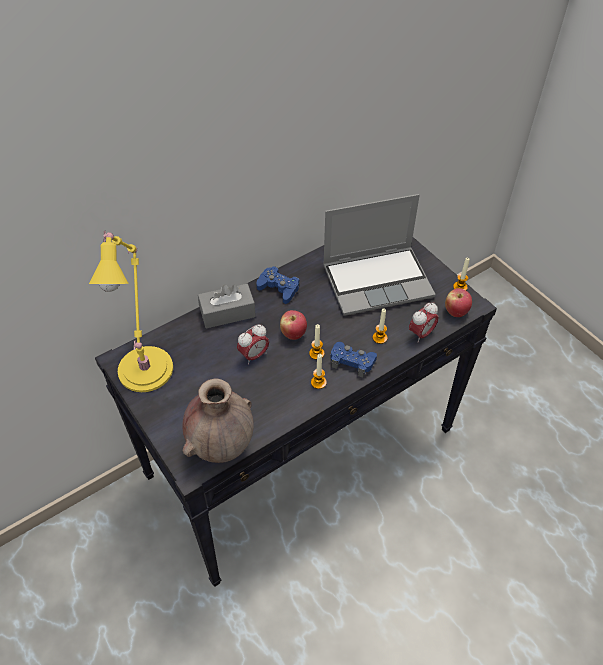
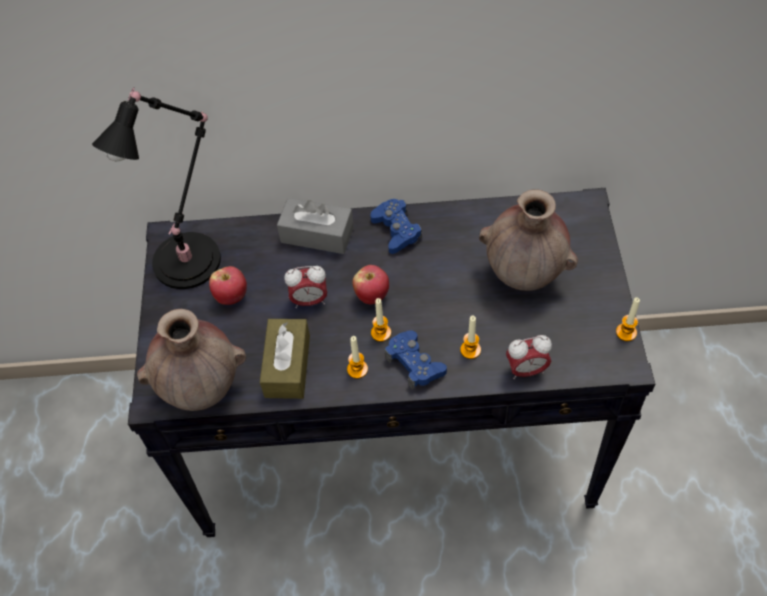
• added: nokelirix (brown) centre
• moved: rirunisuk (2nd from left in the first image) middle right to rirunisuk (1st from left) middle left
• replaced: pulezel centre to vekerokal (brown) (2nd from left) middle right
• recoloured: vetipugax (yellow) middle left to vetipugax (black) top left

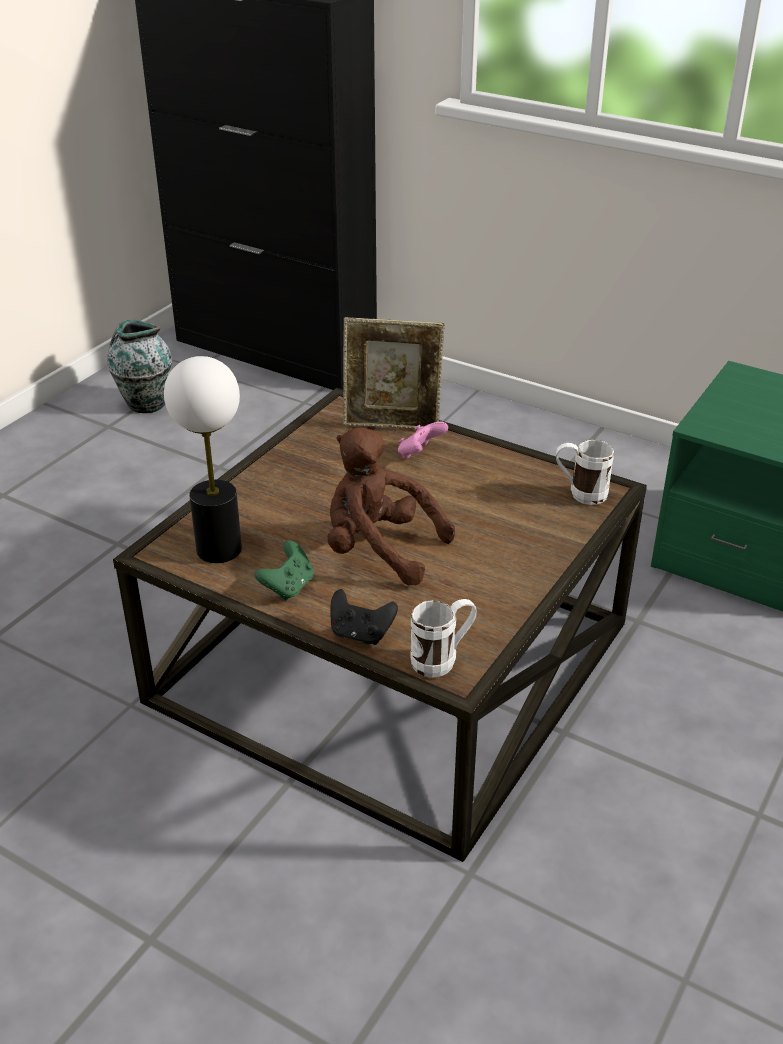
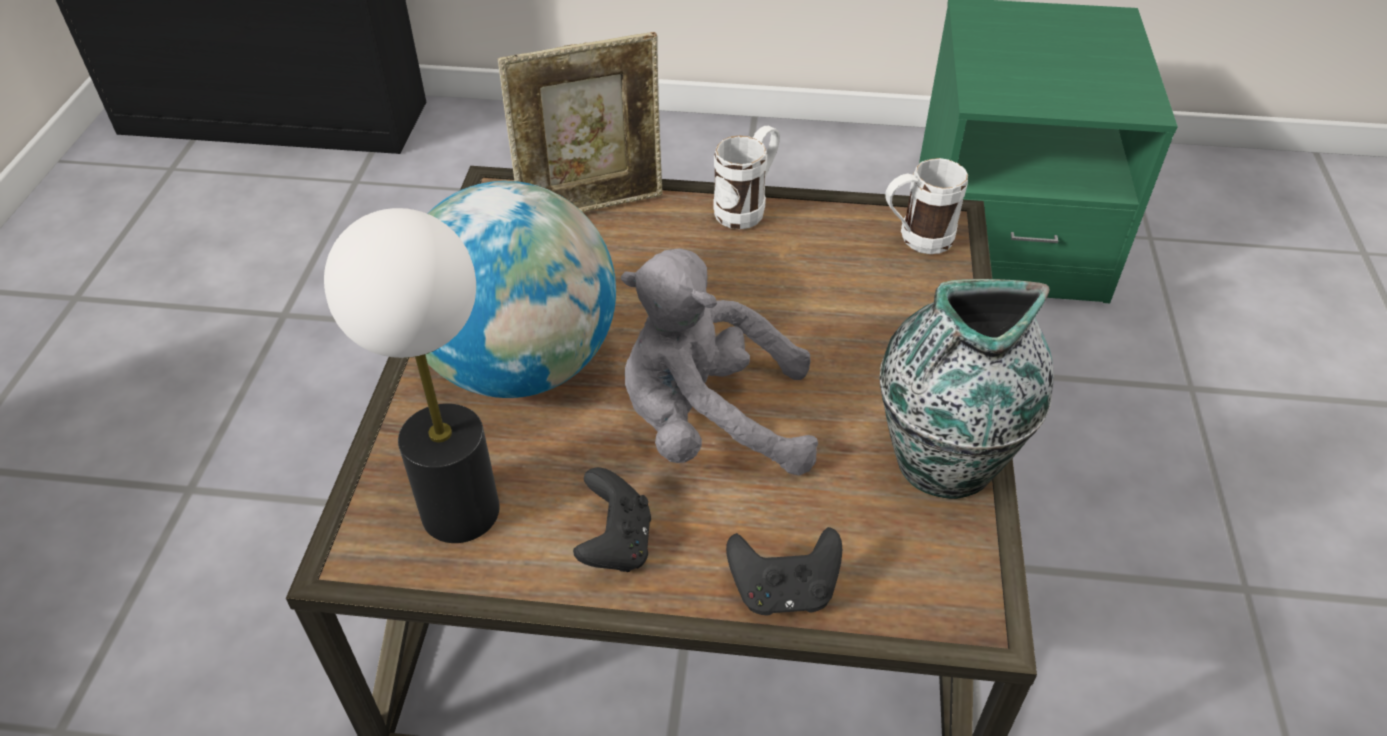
• removed: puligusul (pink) centre
• added: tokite centre
• moved: vekerokal middle left to middle right
• moved: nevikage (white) (1st from left) centre to top centre
• recoloured: puligusul (green) centre to puligusul (black) (1st from left) bottom centre
• recoloured: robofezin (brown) centre to robofezin (grey) centre

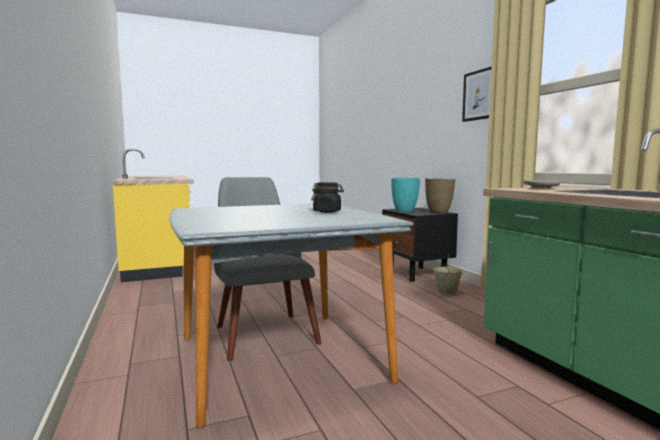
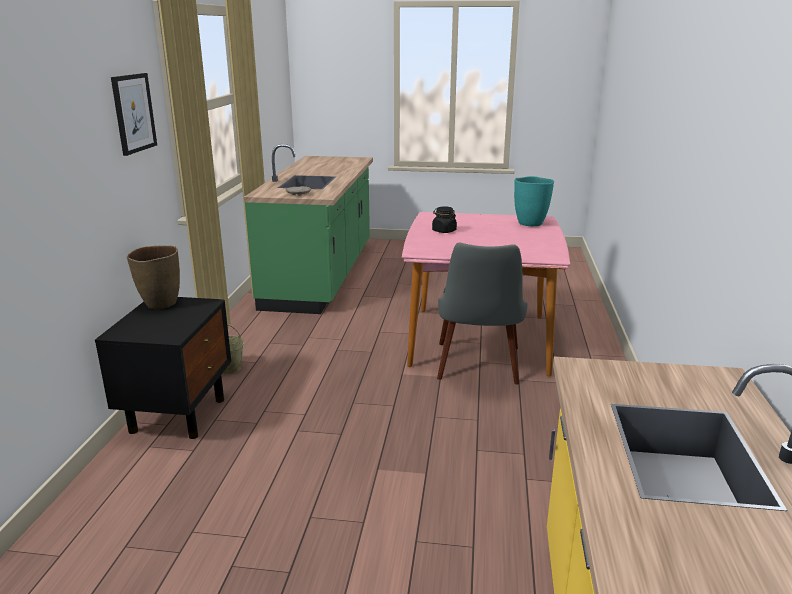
• moved: vekerokal (turquoise) centre to middle right
• recoloured: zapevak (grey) bottom centre to zapevak (pink) centre

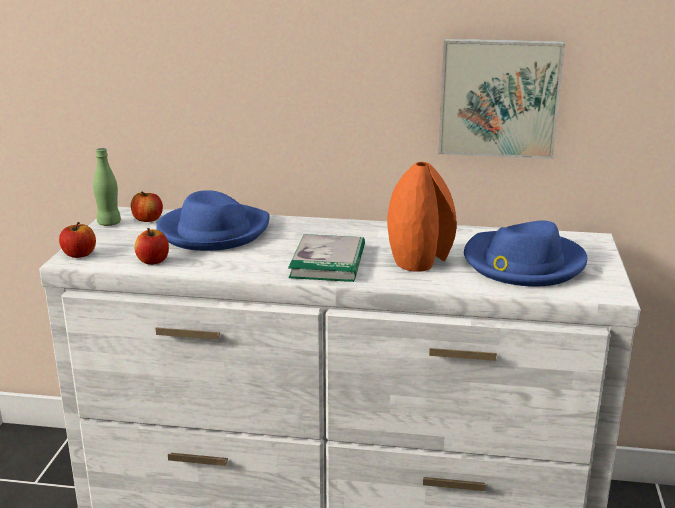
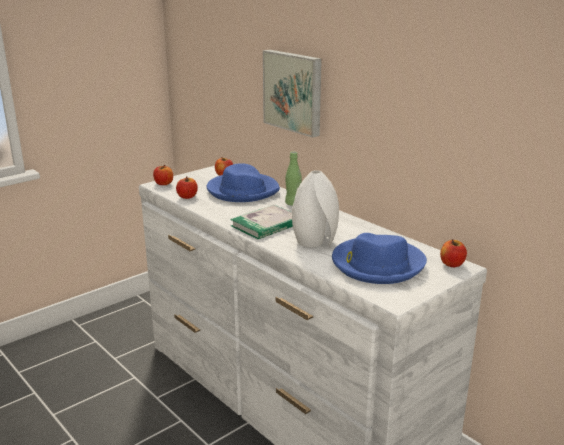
• added: rirunisuk (4th from left) middle right
• moved: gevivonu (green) middle left to centre
• moved: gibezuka top right to top centre
• recoloured: vekerokal (orange) centre to vekerokal (white) centre

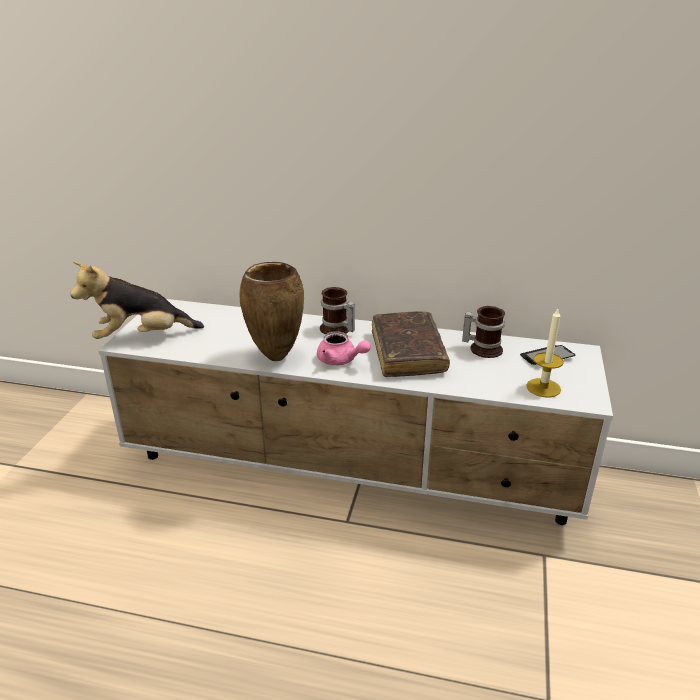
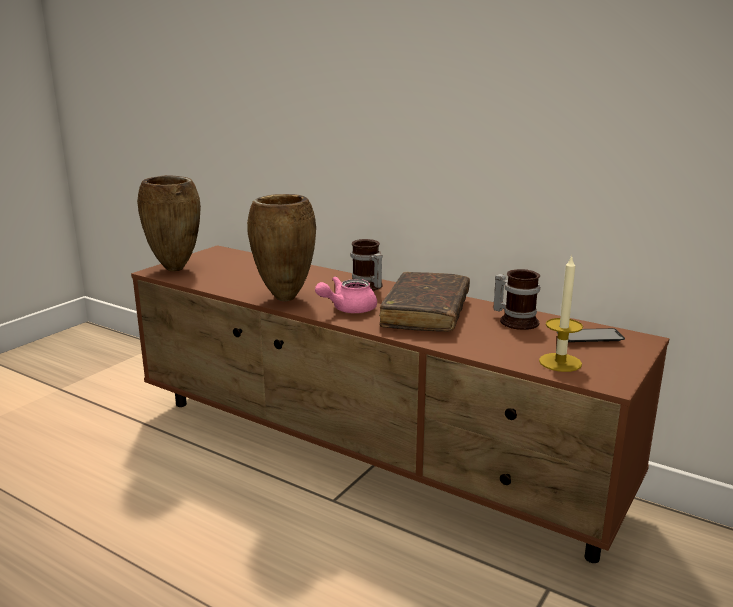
• replaced: robofezin middle left to vekerokal (brown) (1st from left) middle left
• recoloured: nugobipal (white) centre to nugobipal (brown) centre
• turned: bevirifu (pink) centre = centre 90 degrees clockwise

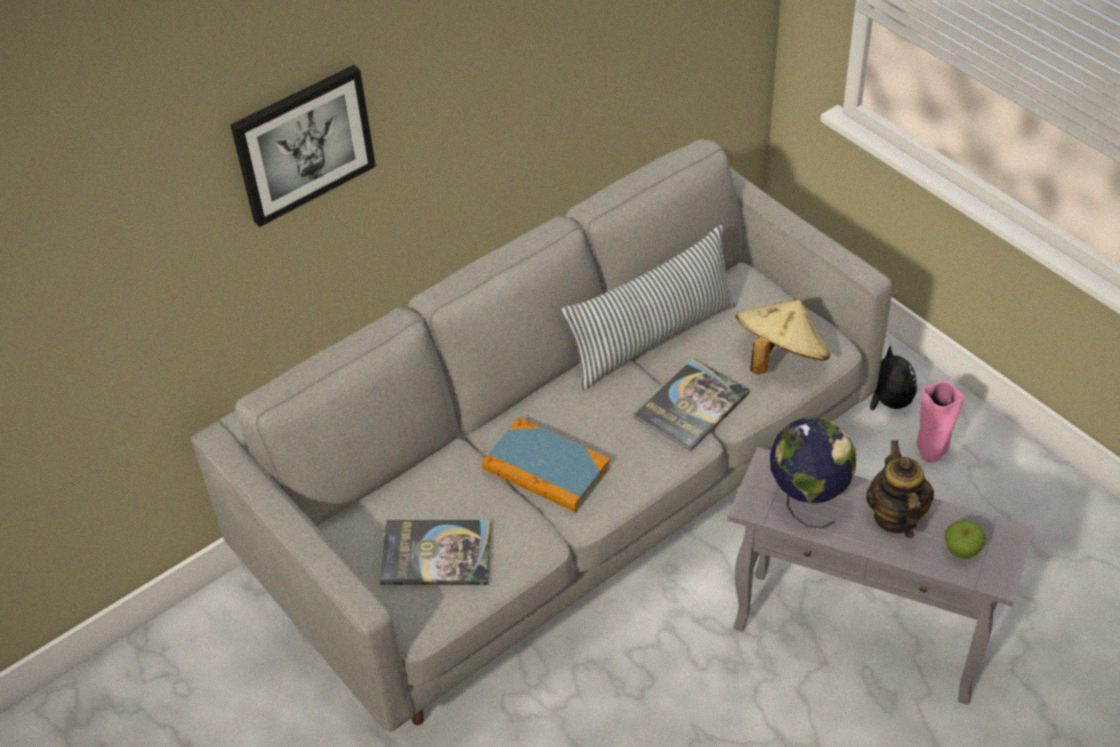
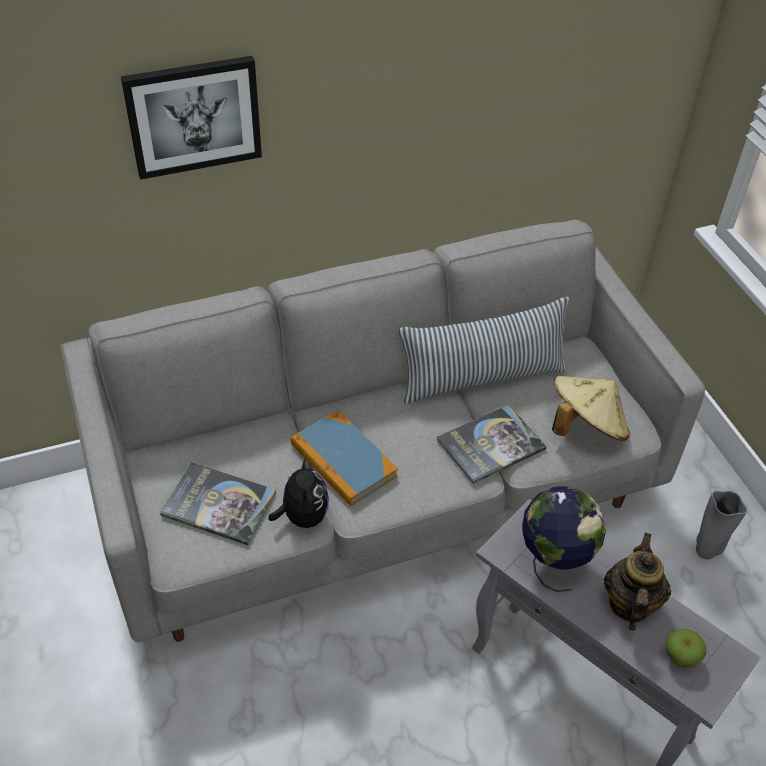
• moved: robofezin middle right to centre
• recoloured: vekerokal (pink) middle right to vekerokal (grey) bottom right

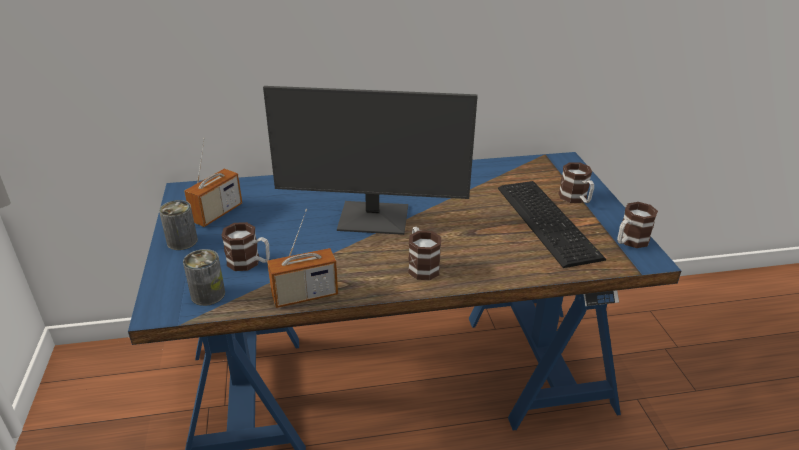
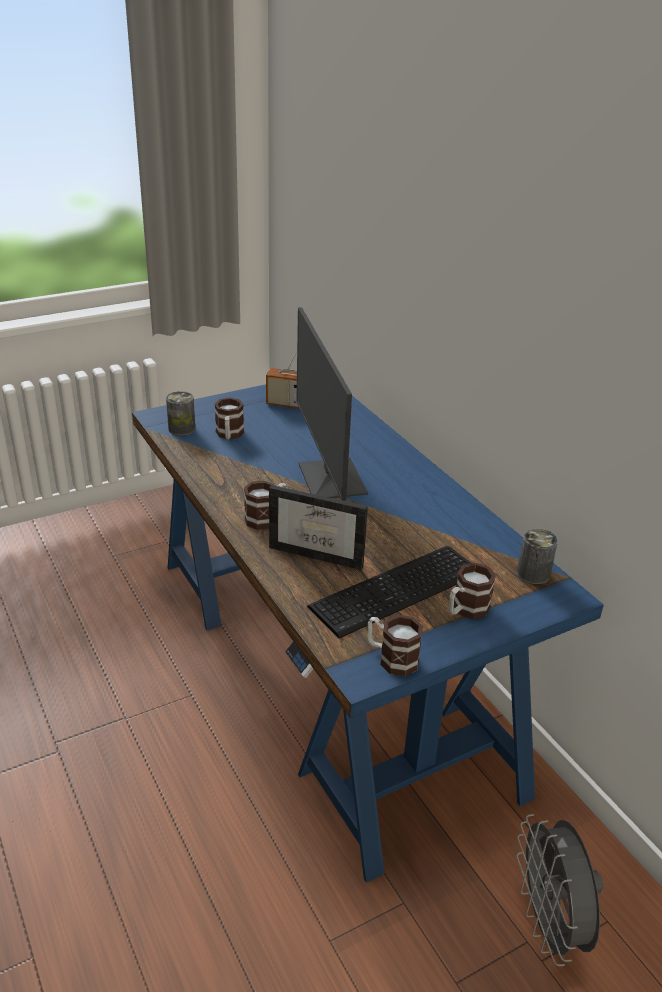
• removed: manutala (2nd from left) centre
• added: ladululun centre
• added: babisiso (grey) bottom right
• moved: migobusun (1st from left in the first image) middle left to migobusun (2nd from left) middle right

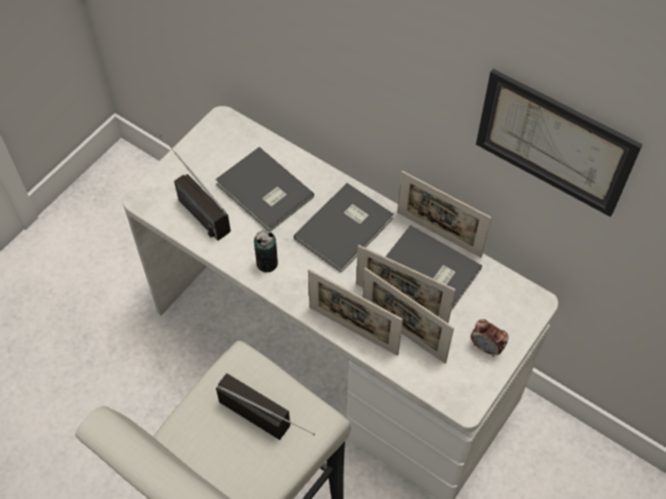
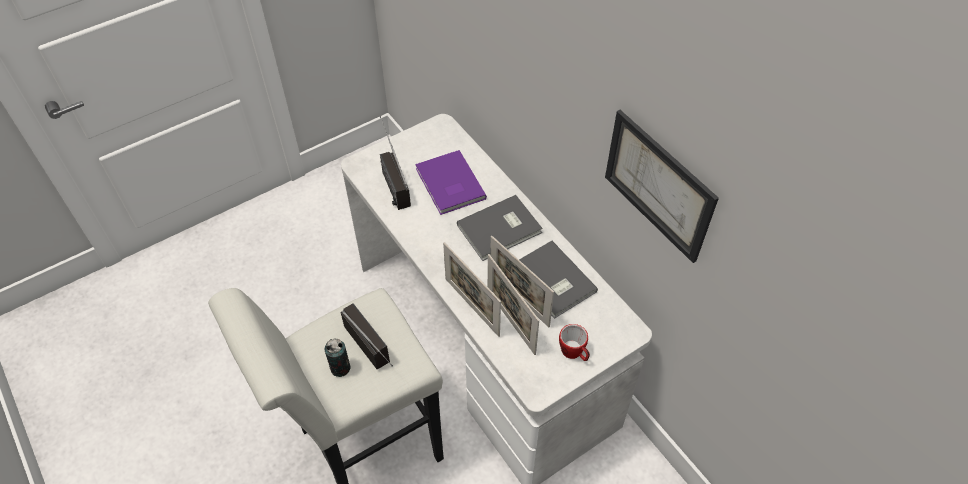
• removed: ladululun (4th from left) middle right
• moved: migobusun centre to bottom centre
• replaced: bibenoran bottom right to nevikage bottom centre
• recoloured: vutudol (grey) (1st from left) centre to vutudol (purple) centre

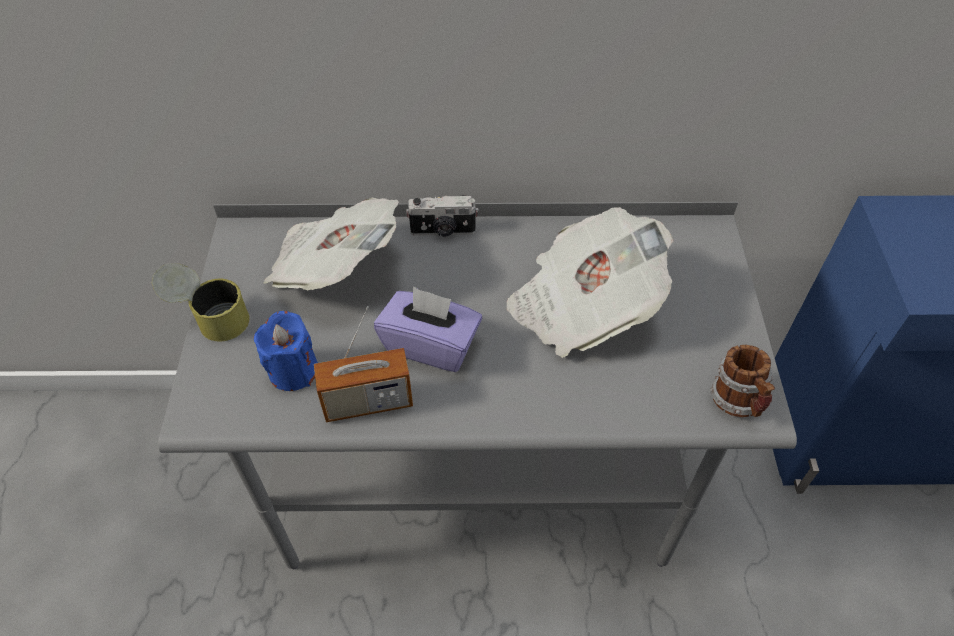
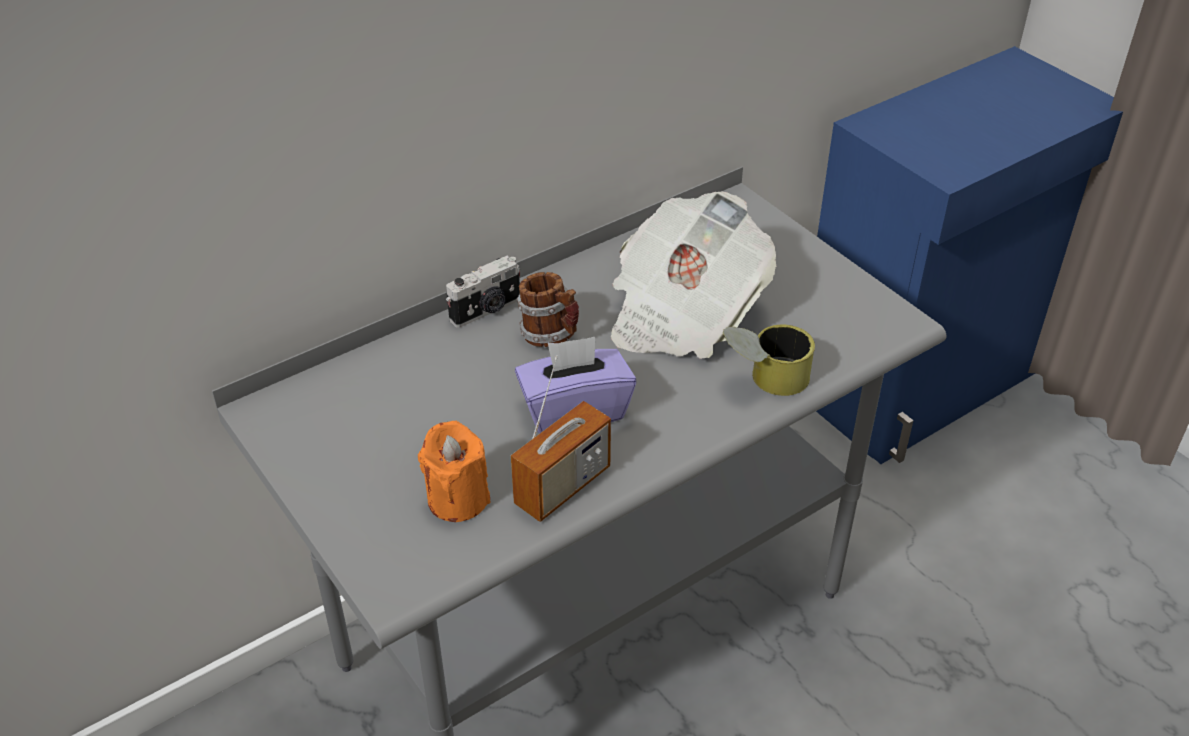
• removed: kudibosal (1st from left) centre
• moved: migobusun middle left to centre
• moved: nevikage middle right to centre
• recoloured: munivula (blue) middle left to munivula (orange) centre

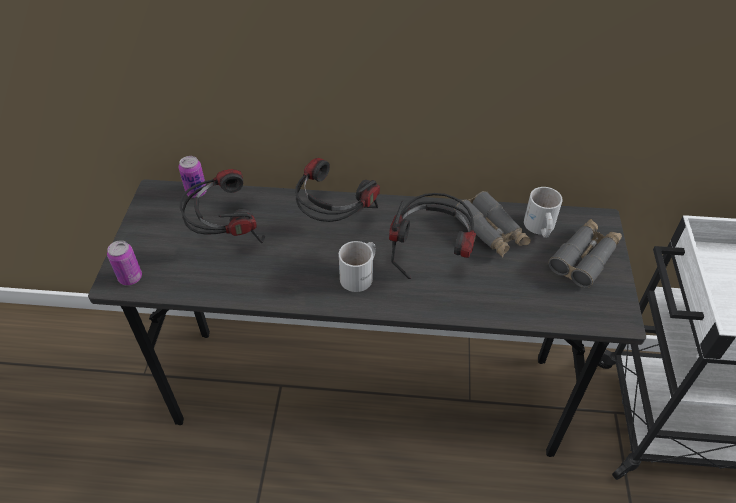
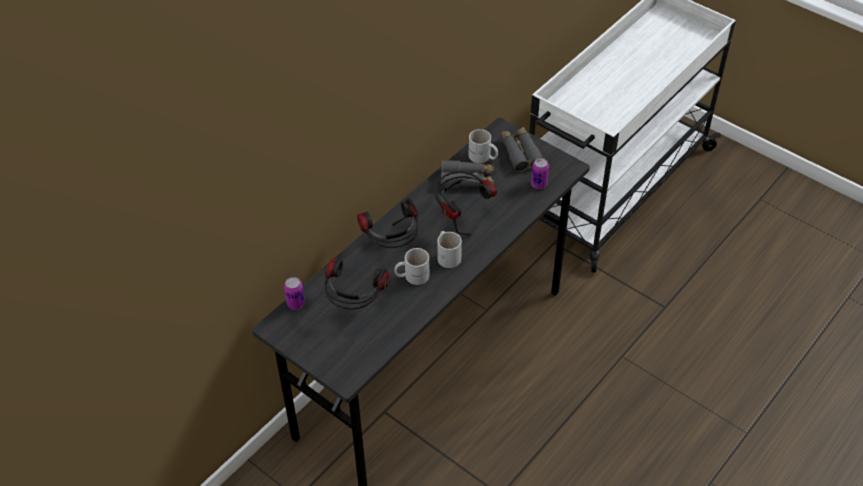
• added: nevikage (white) (1st from left) centre
• moved: migobusun (1st from left in the first image) middle left to migobusun (2nd from left) centre

